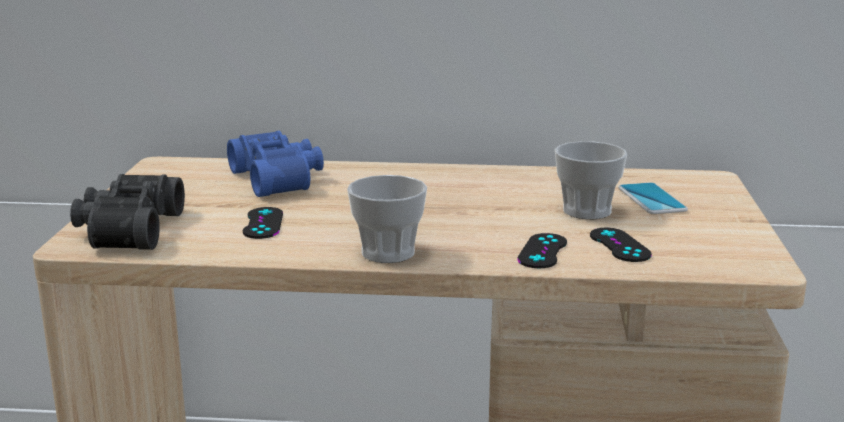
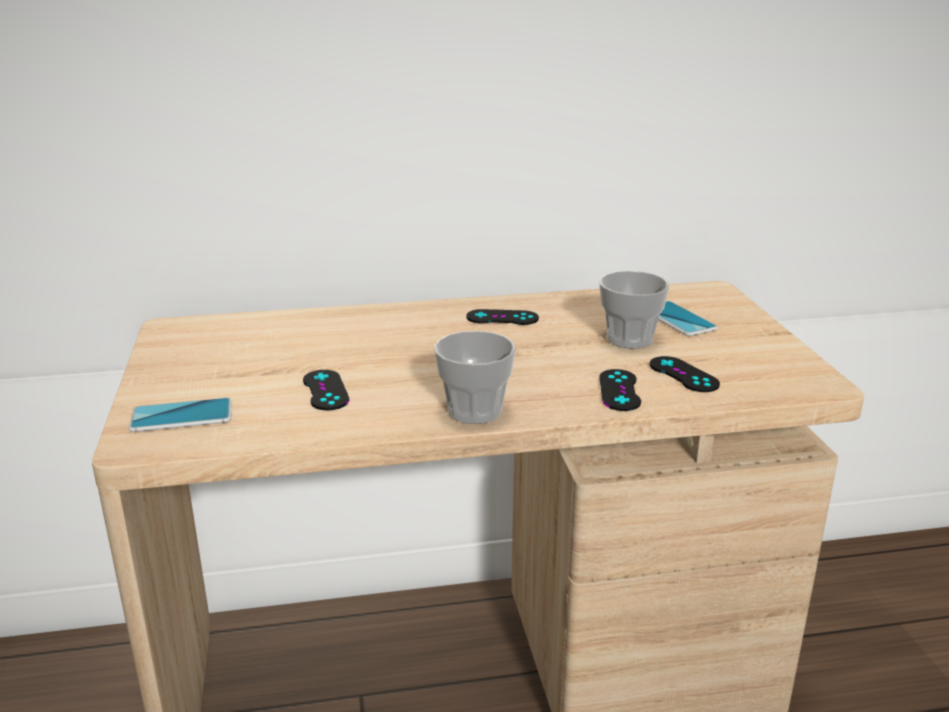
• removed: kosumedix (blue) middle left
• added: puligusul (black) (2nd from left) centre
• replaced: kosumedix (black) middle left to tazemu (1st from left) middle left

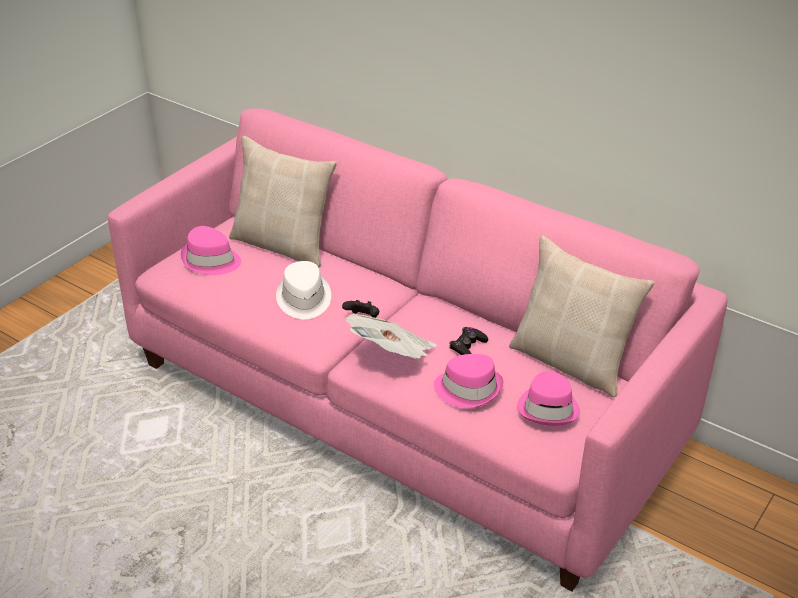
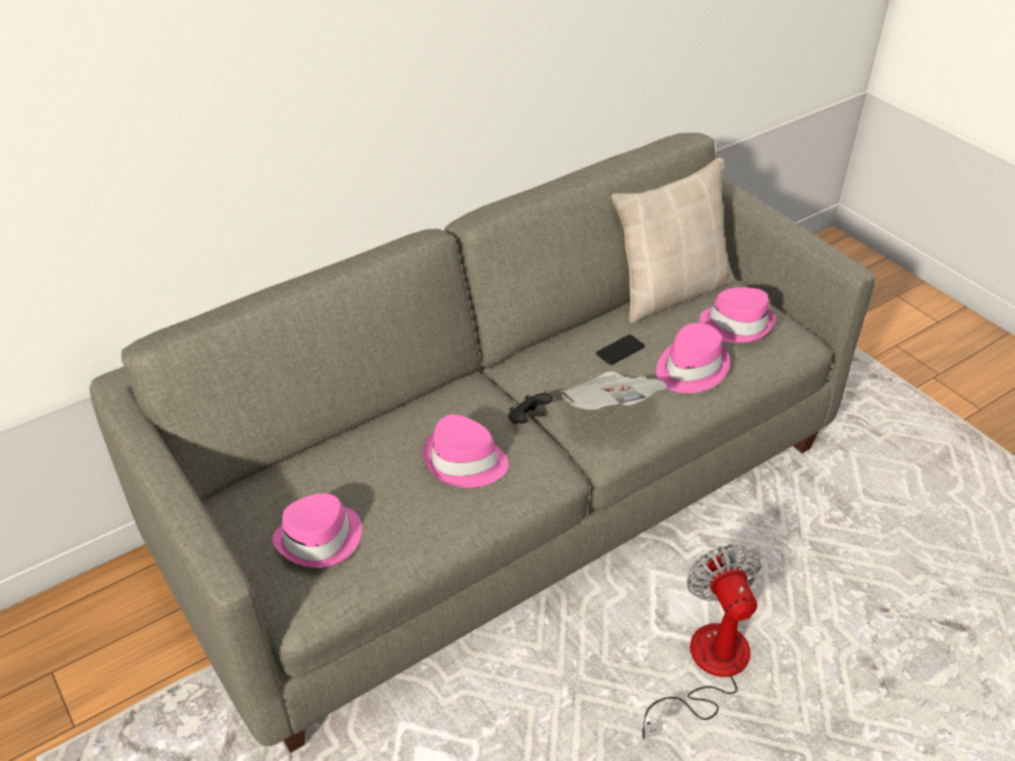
• removed: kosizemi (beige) (1st from left) centre
• added: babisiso bottom right
• replaced: puligusul (black) (2nd from left) centre to tazemu centre
• recoloured: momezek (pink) centre to momezek (grey) centre
• recoloured: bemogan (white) centre to bemogan (pink) (2nd from left) centre

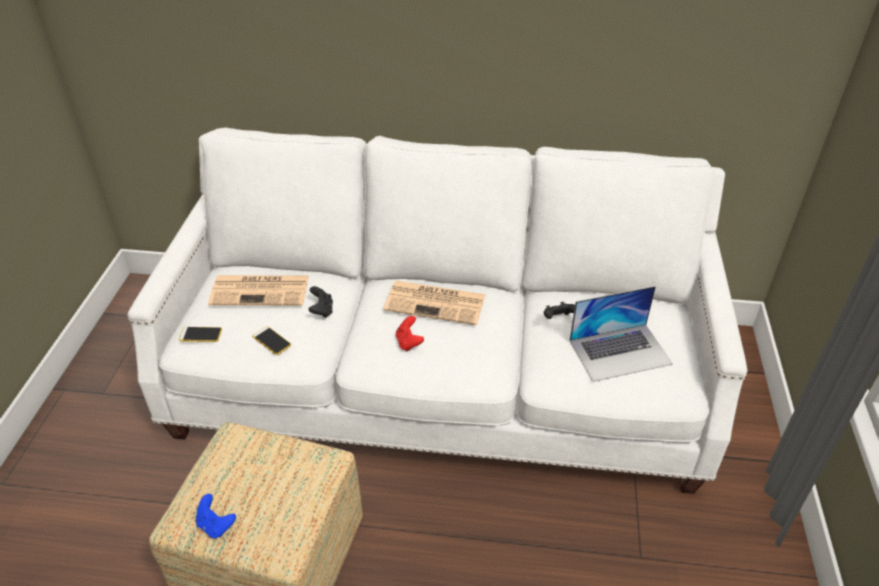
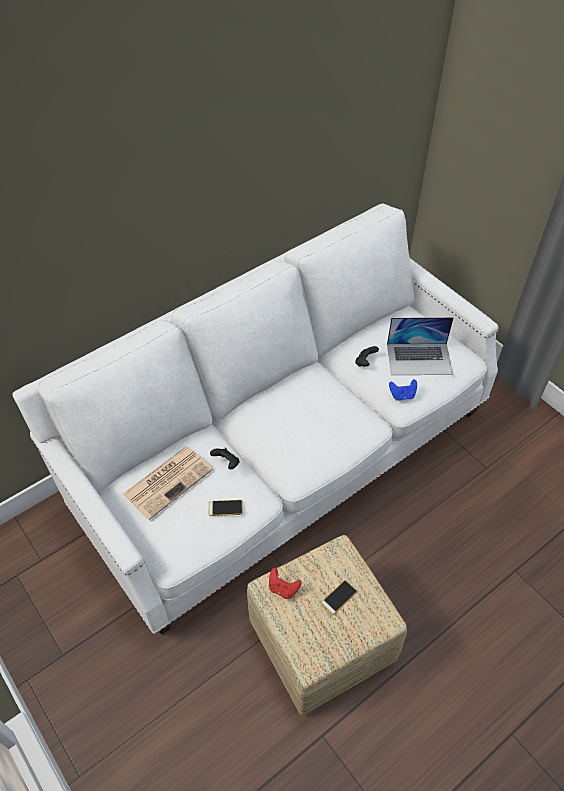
• removed: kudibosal (2nd from left) centre
• moved: tazemu (1st from left in the first image) middle left to tazemu (2nd from left) bottom centre
• moved: puligusul (blue) bottom left to middle right
• moved: puligusul (red) centre to bottom centre
• turned: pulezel middle right = middle right 60 degrees clockwise

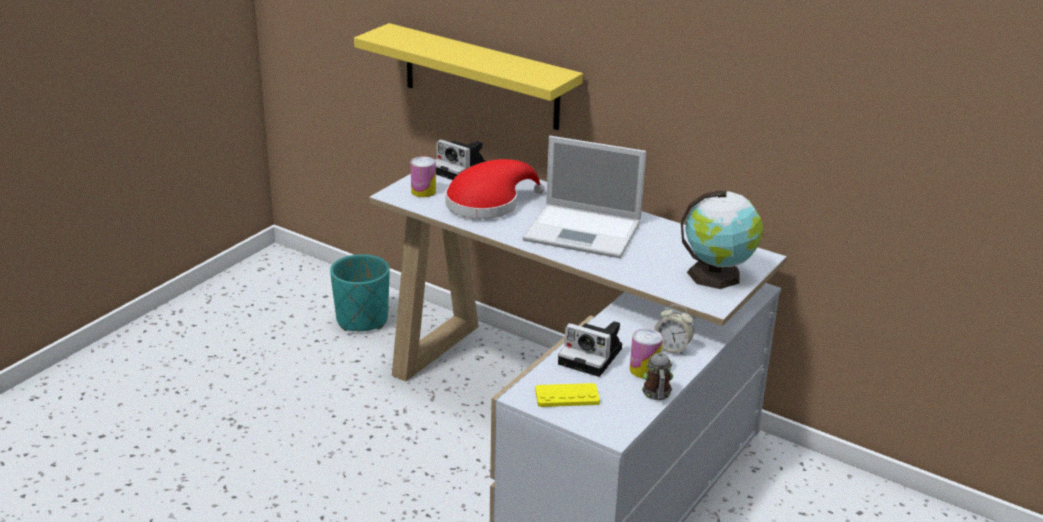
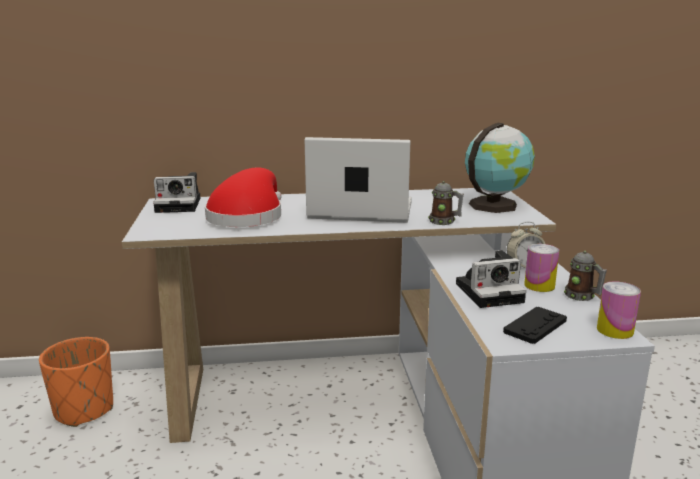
• removed: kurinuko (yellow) top centre
• added: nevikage (1st from left) centre
• moved: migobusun (1st from left in the first image) centre to migobusun (2nd from left) middle right
• recoloured: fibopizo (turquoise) centre to fibopizo (orange) bottom left
• recoloured: puligusul (yellow) bottom centre to puligusul (black) bottom right
• turned: pulezel centre = centre 150 degrees counterclockwise

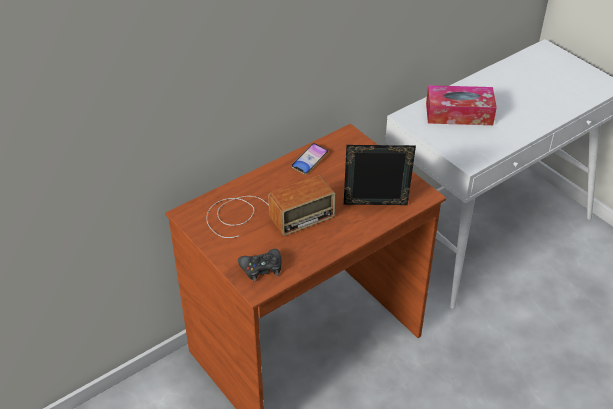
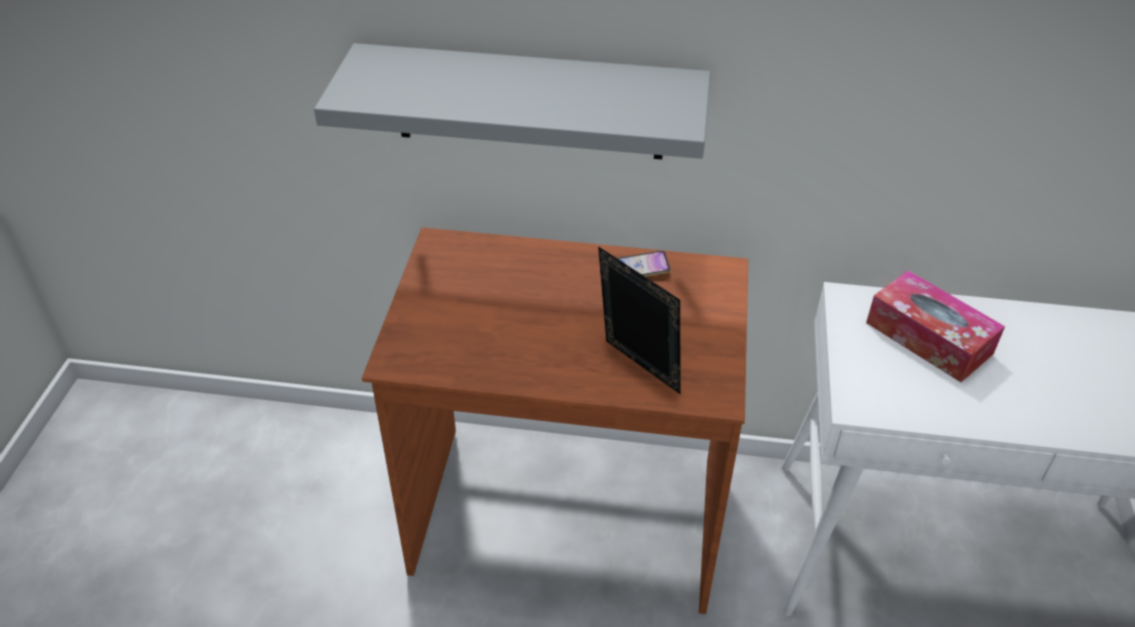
• removed: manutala centre
• removed: puligusul (black) centre
• added: kurinuko (grey) top centre

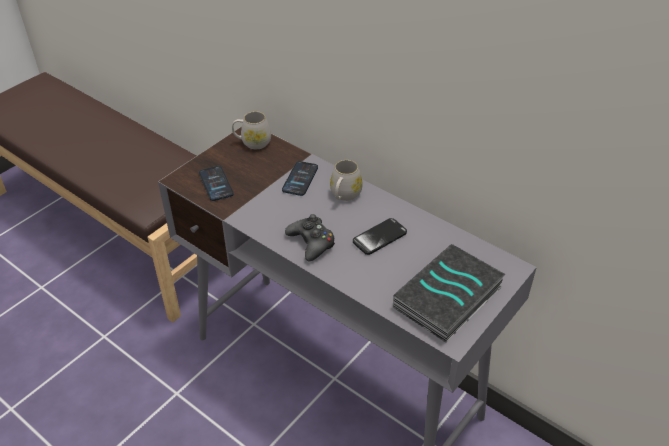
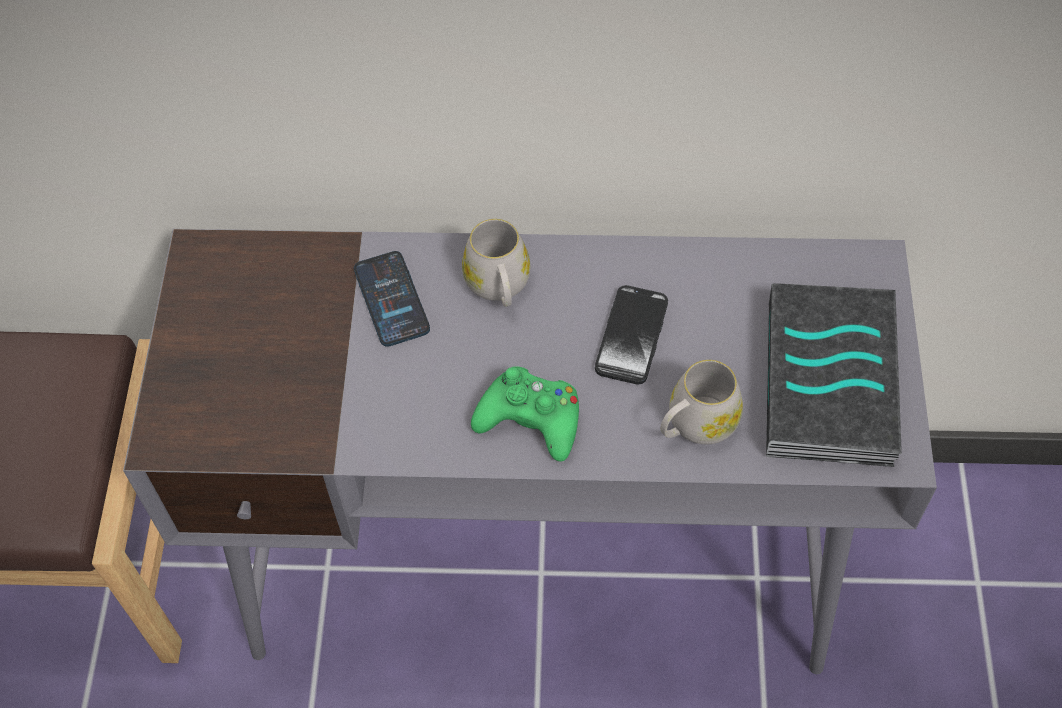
• removed: tazemu (1st from left) middle left
• moved: nevikage (white) (1st from left in the first image) top centre to nevikage (white) (2nd from left) centre
• recoloured: puligusul (black) centre to puligusul (green) centre

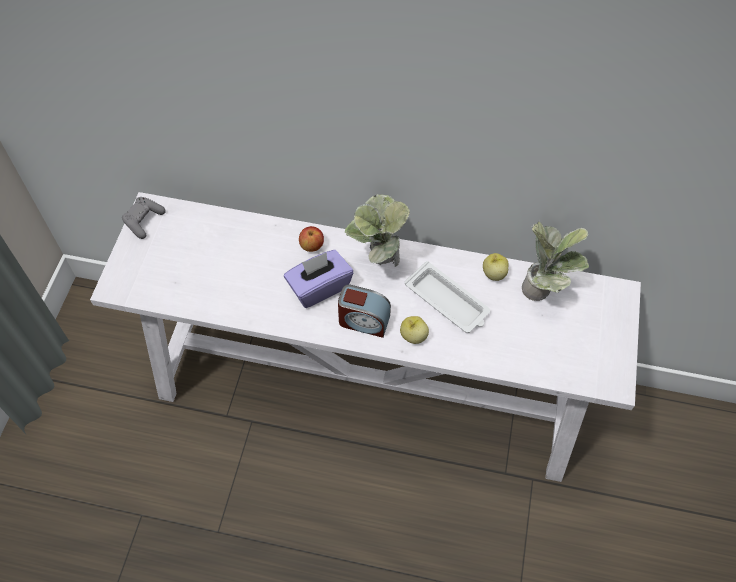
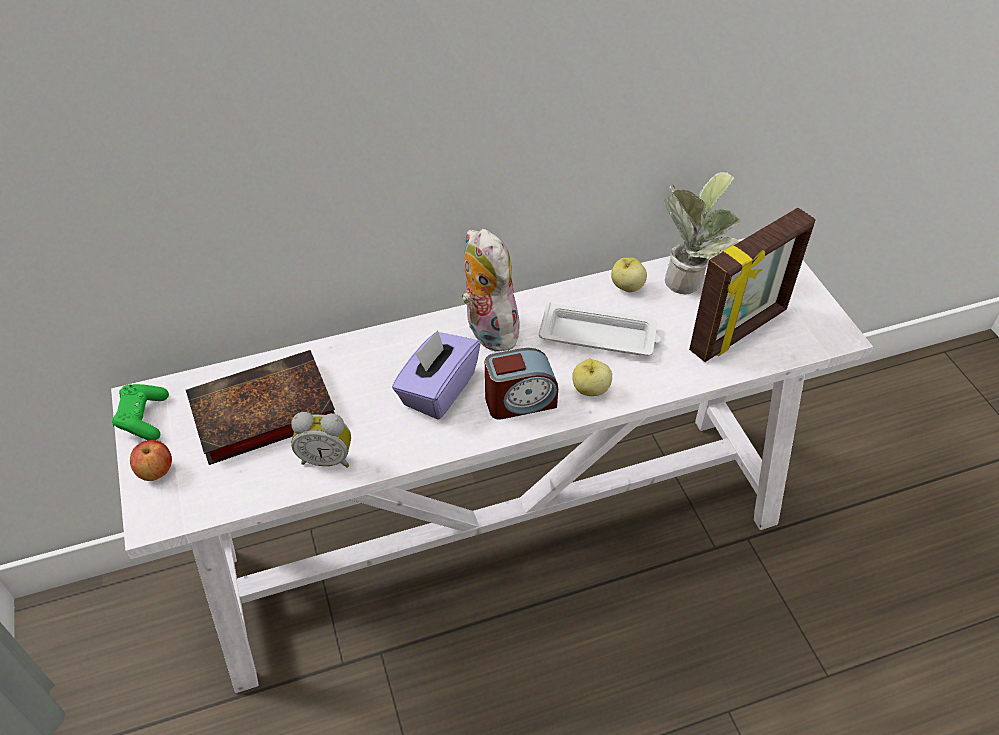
• added: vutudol middle left
• added: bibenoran (1st from left) middle left
• added: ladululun middle right
• moved: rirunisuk (1st from left) centre to middle left
• replaced: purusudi (1st from left) centre to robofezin centre
• recoloured: puligusul (grey) middle left to puligusul (green) middle left

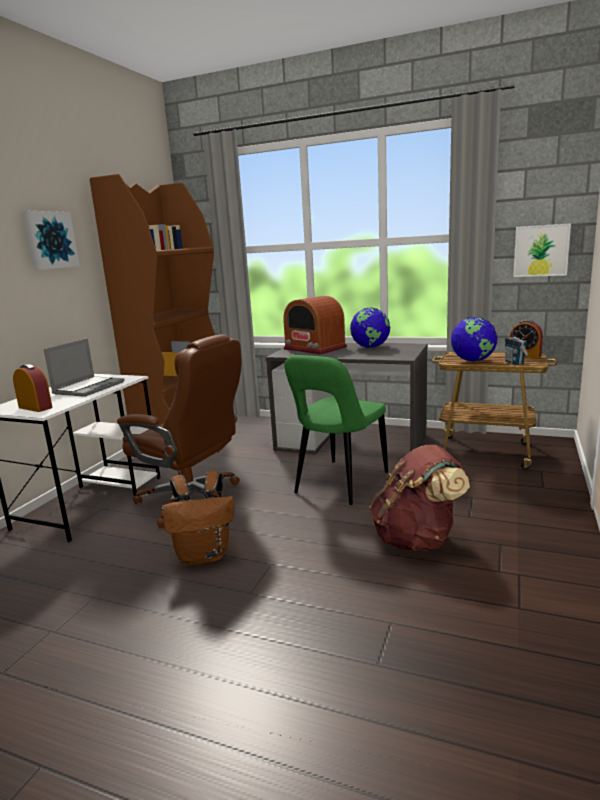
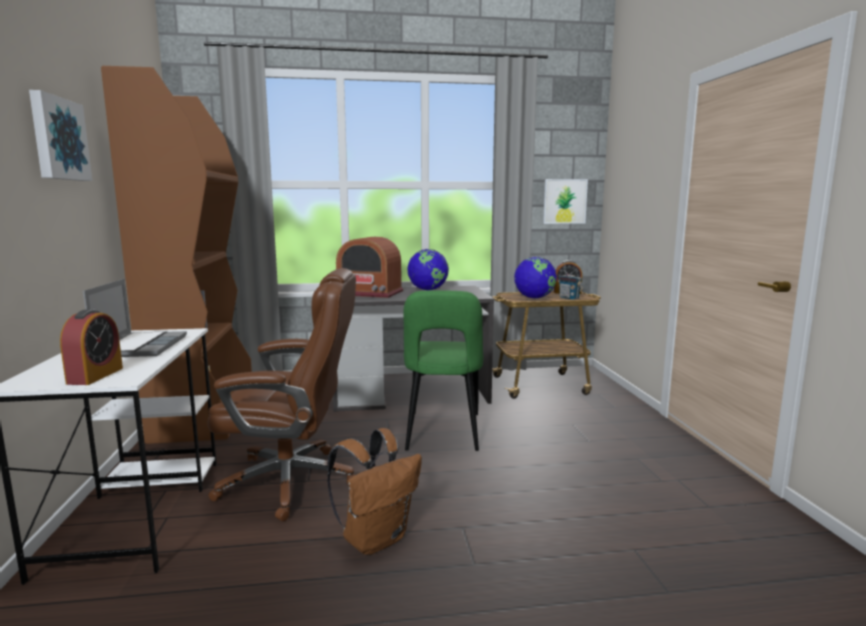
• removed: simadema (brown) (2nd from left) middle right
• turned: bibenoran (1st from left) middle left = middle left 90 degrees clockwise

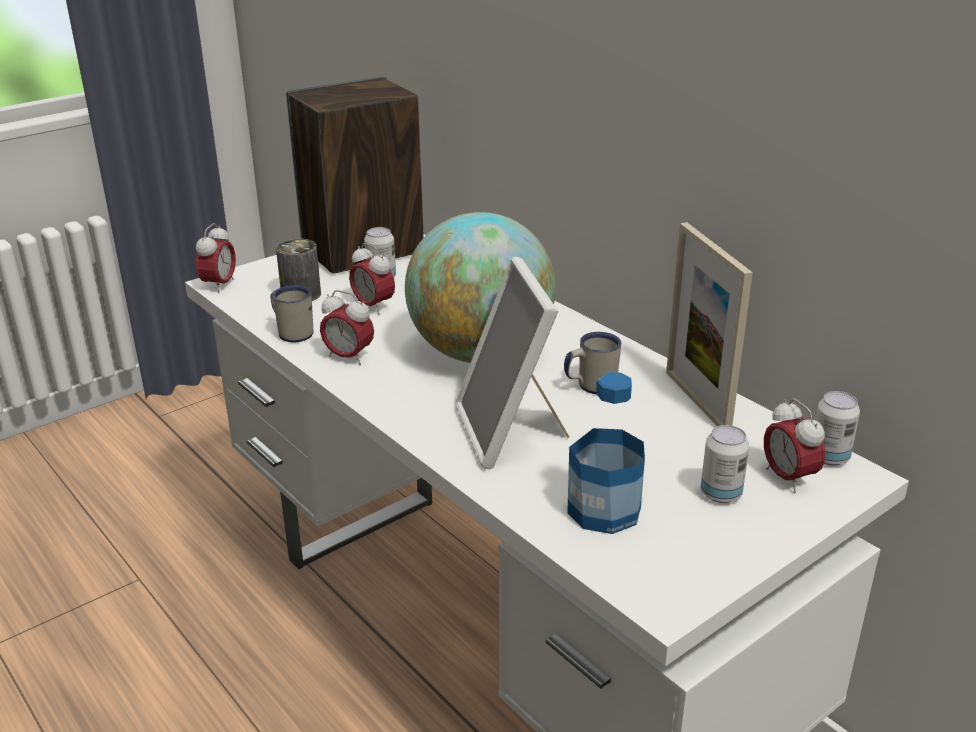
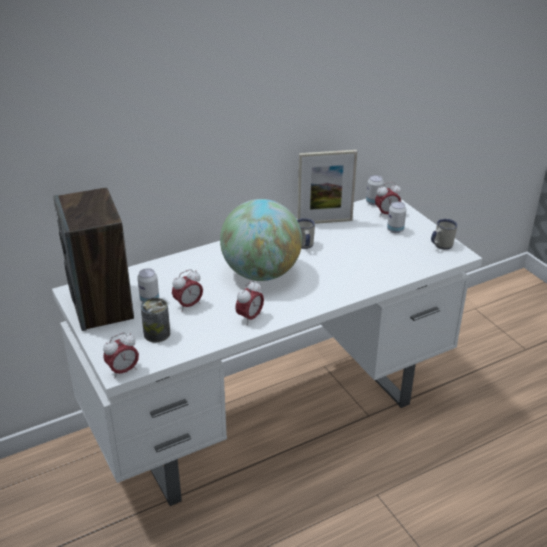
• removed: ladululun (1st from left) centre
• removed: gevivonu centre
• moved: nevikage (white) (1st from left in the first image) middle left to nevikage (white) (2nd from left) middle right
• turned: bibenoran (1st from left) middle left = middle left 120 degrees clockwise

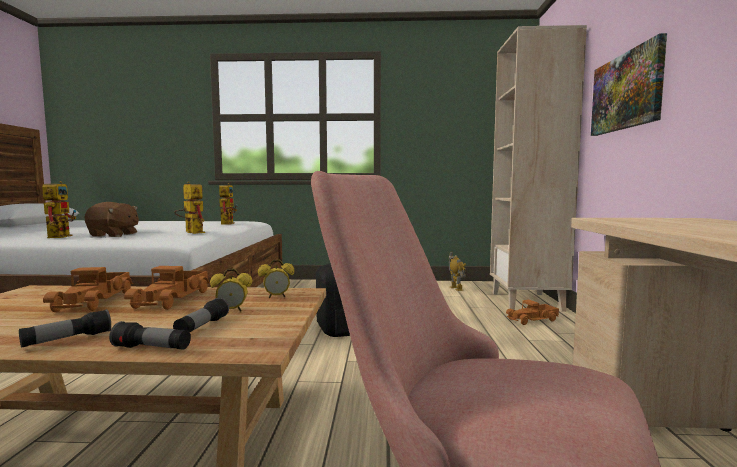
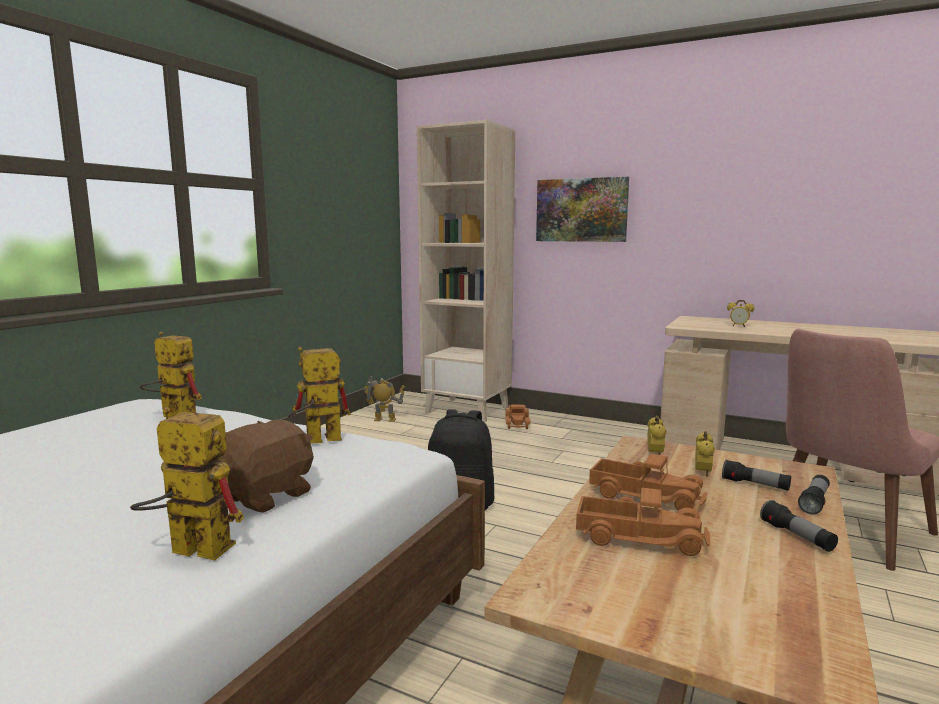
• added: bibenoran (3rd from left) middle right

